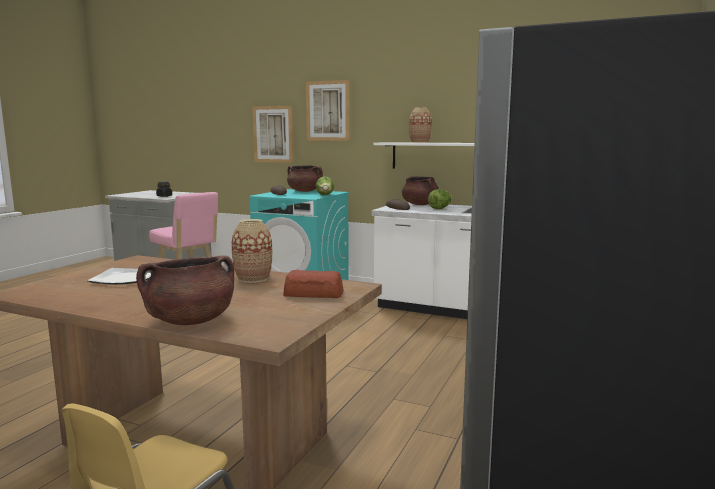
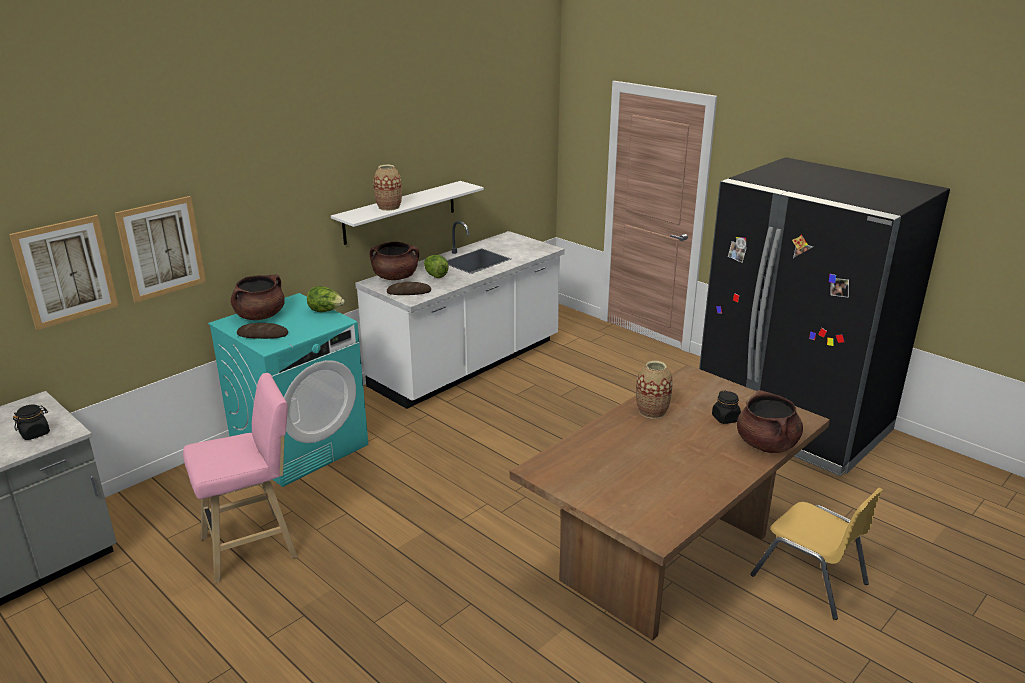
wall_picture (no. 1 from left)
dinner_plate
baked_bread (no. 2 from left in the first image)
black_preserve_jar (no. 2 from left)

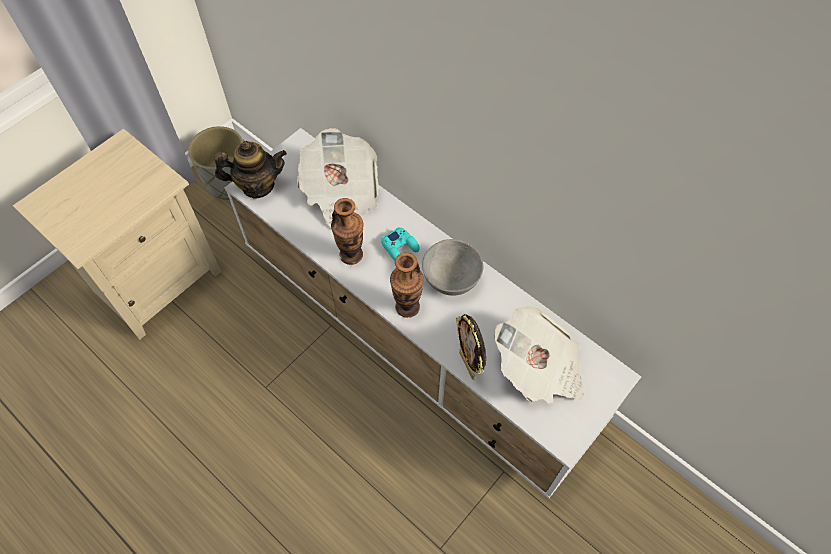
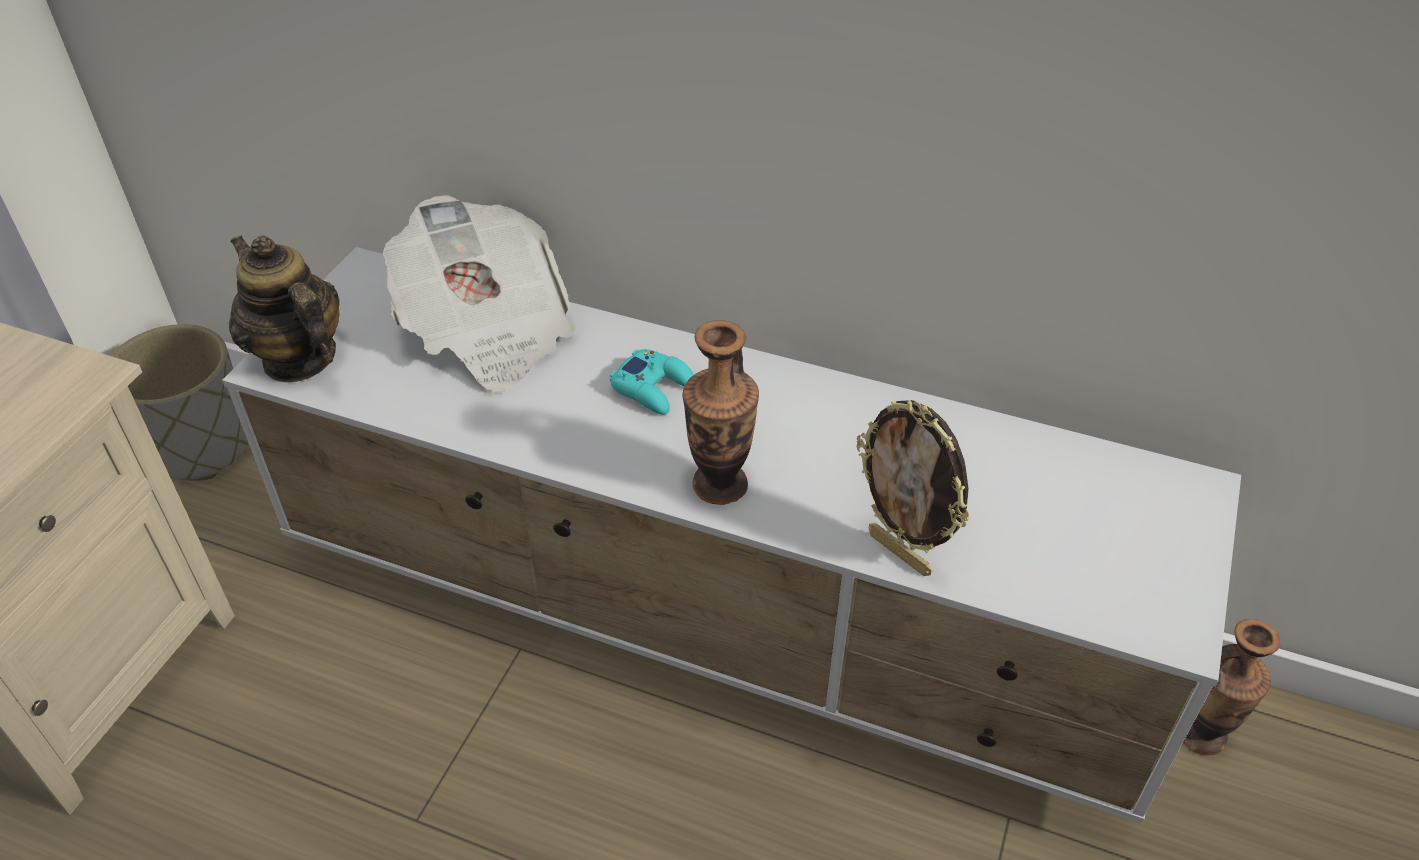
tea_pot
decorative_vase (no. 2 from left)
gray_serving_bowl
printed_paper (no. 2 from left in the first image)

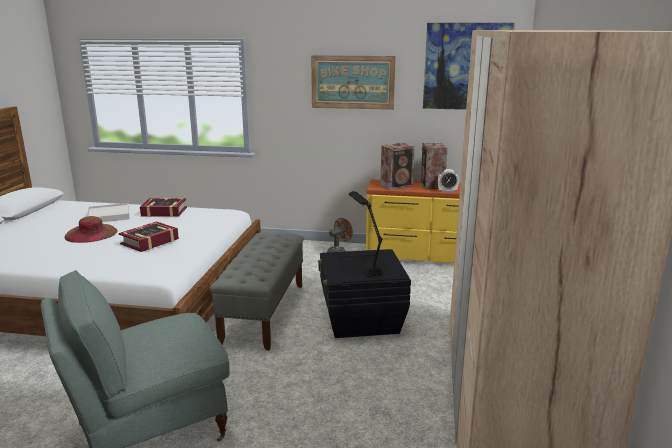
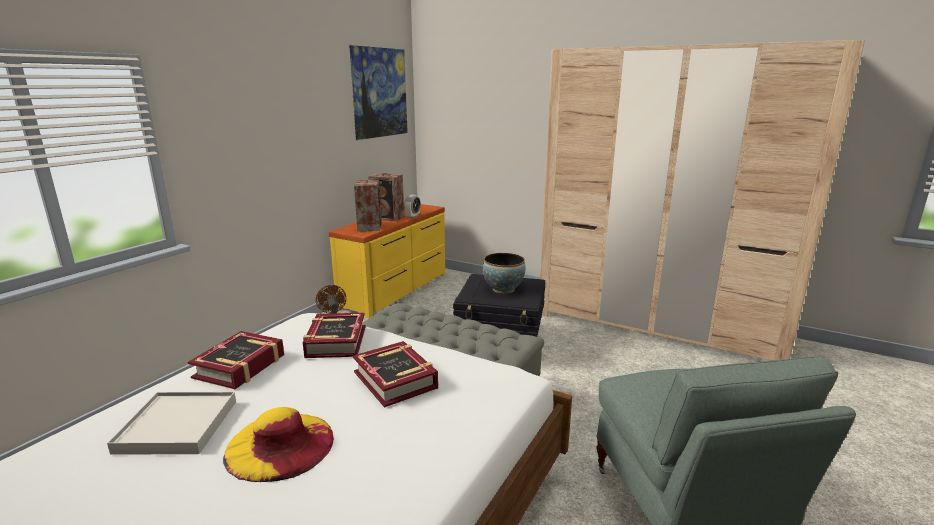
wall_picture (no. 1 from left in the first image)
serving_bowl
yellow-coloured_wearable_hat
volume (no. 2 from left)

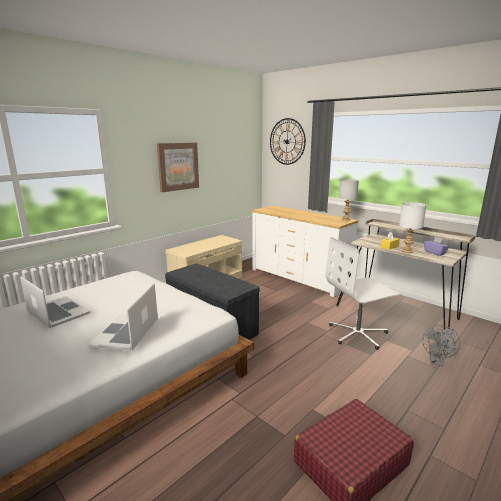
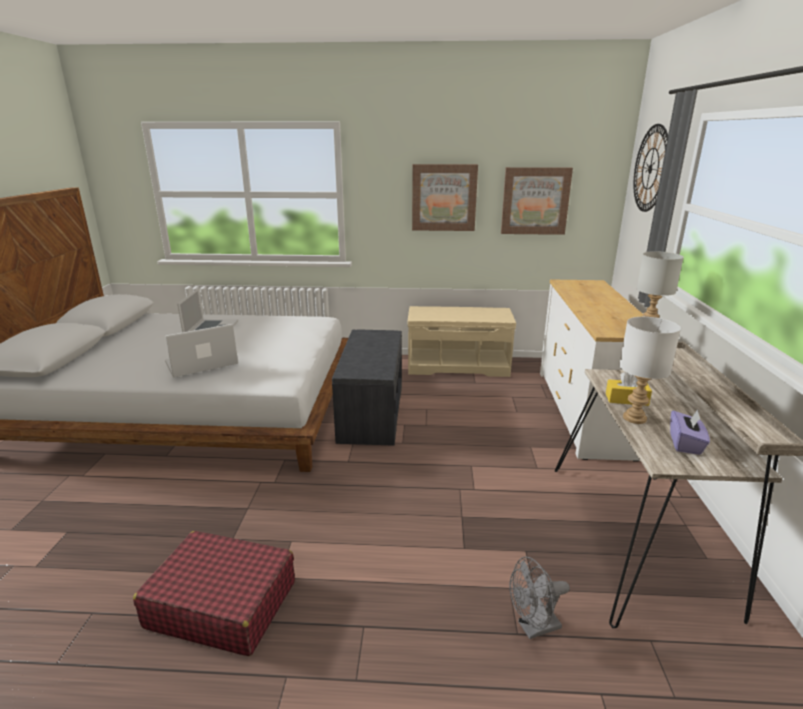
whitish_desk_chair
wall_picture (no. 2 from left)

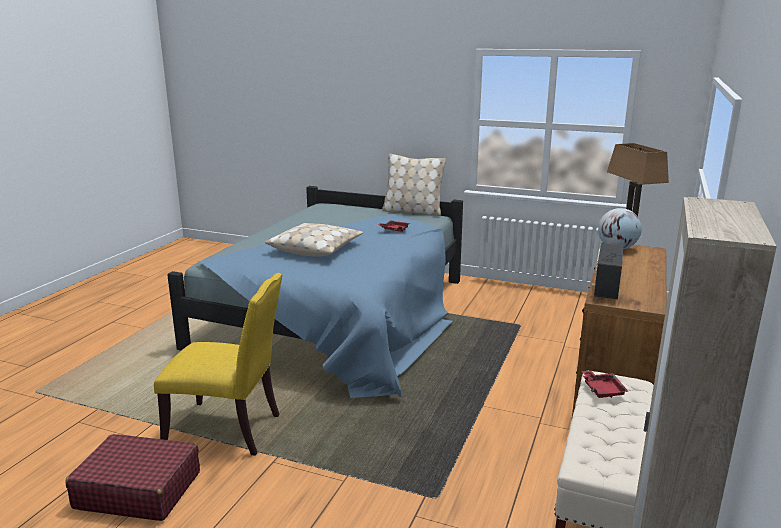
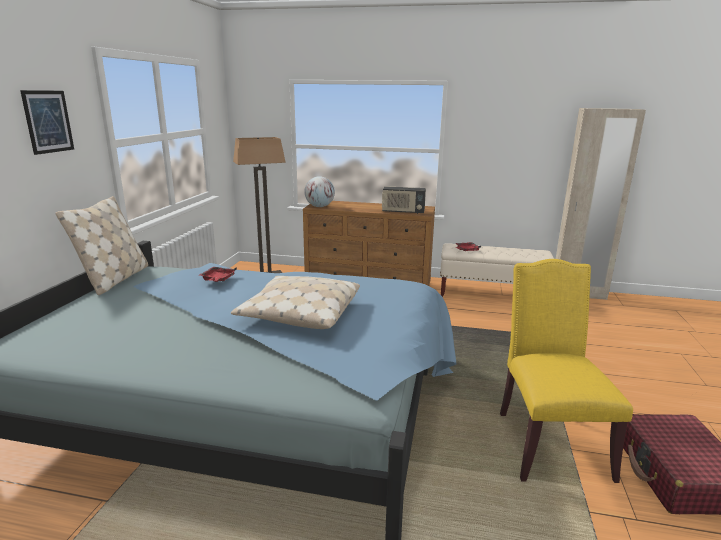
wall_picture

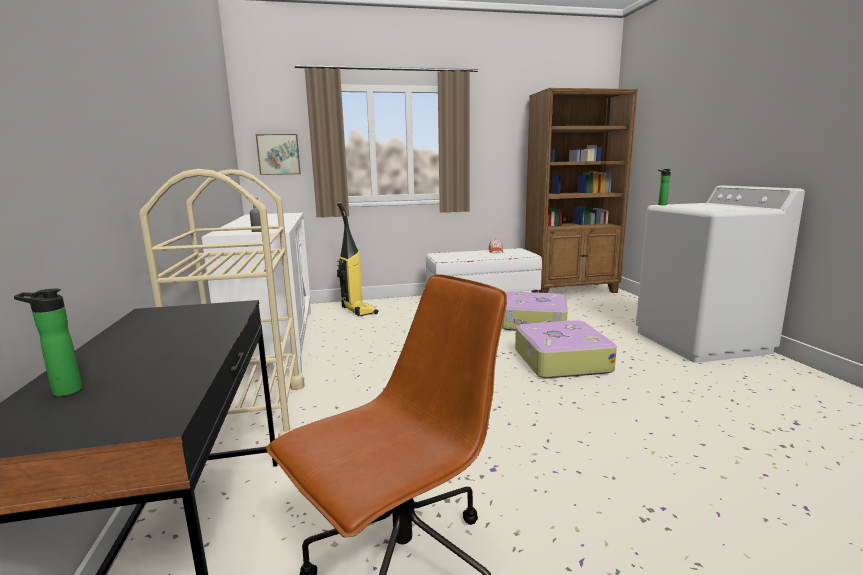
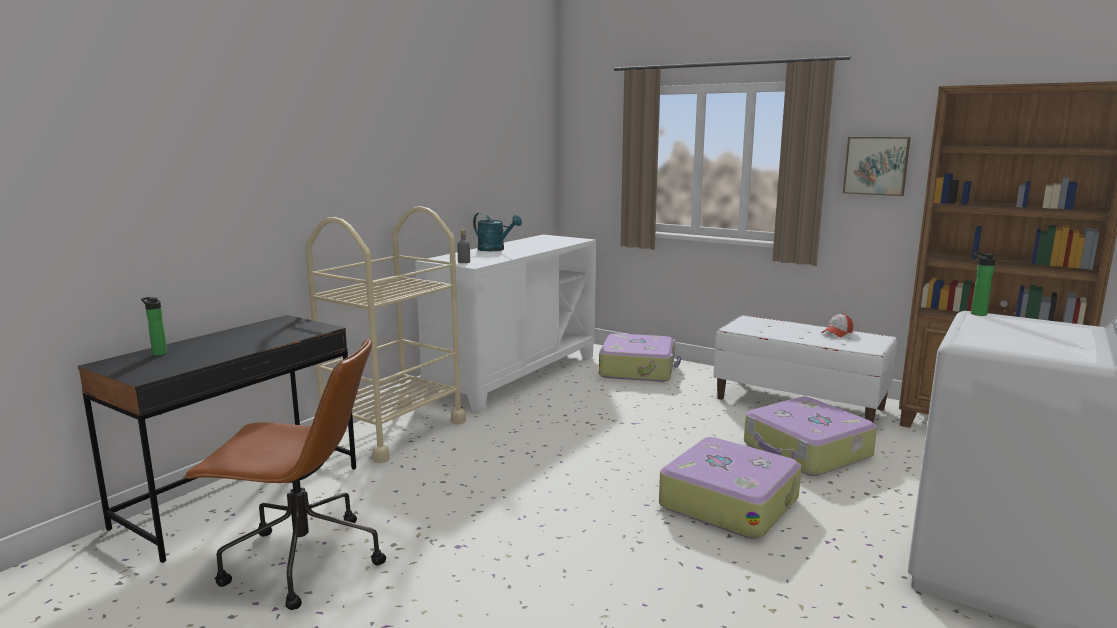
wall_picture
suitcase (no. 1 from left)
turquoise_sprinkling_can

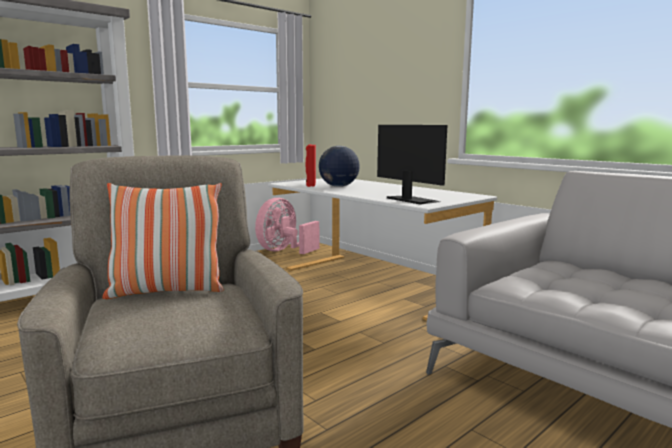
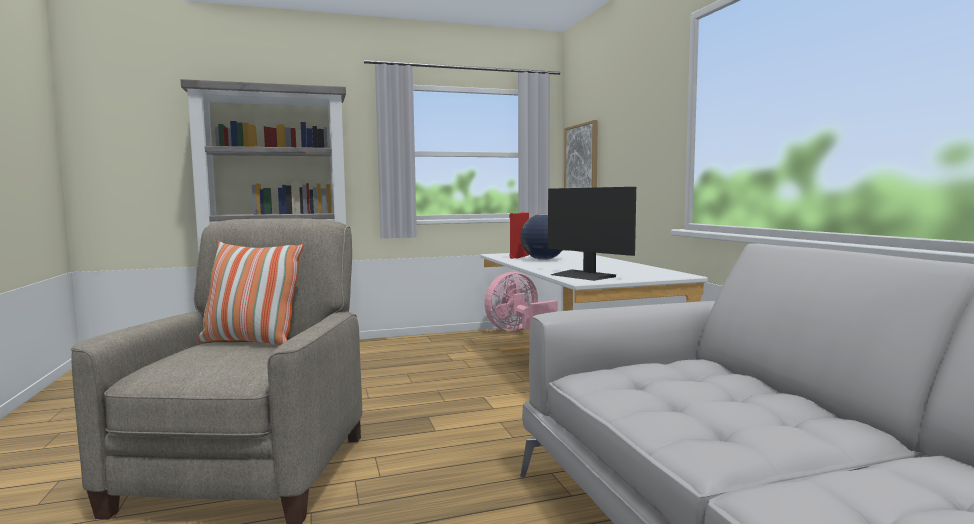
computer_screen
wall_picture

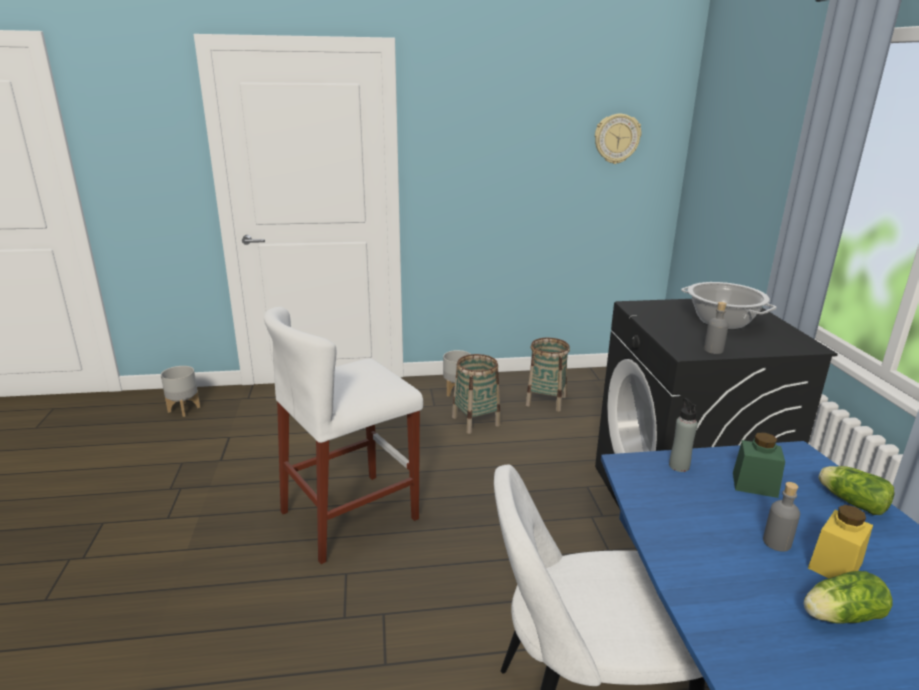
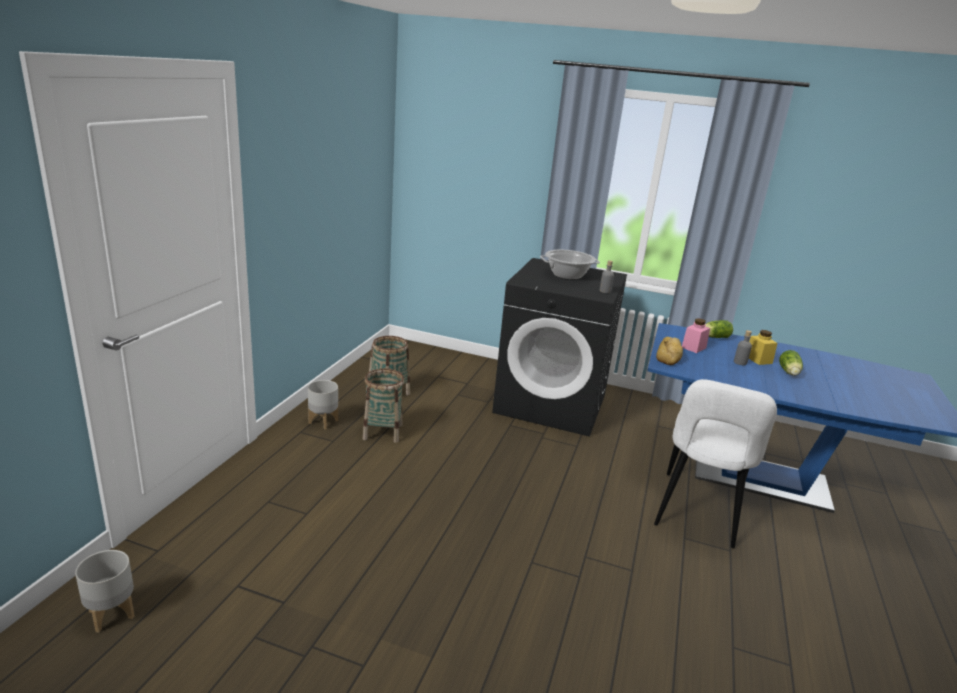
hanging_clock
whitish_sitting_stool
baked_bread
pinkish_preserve_jar

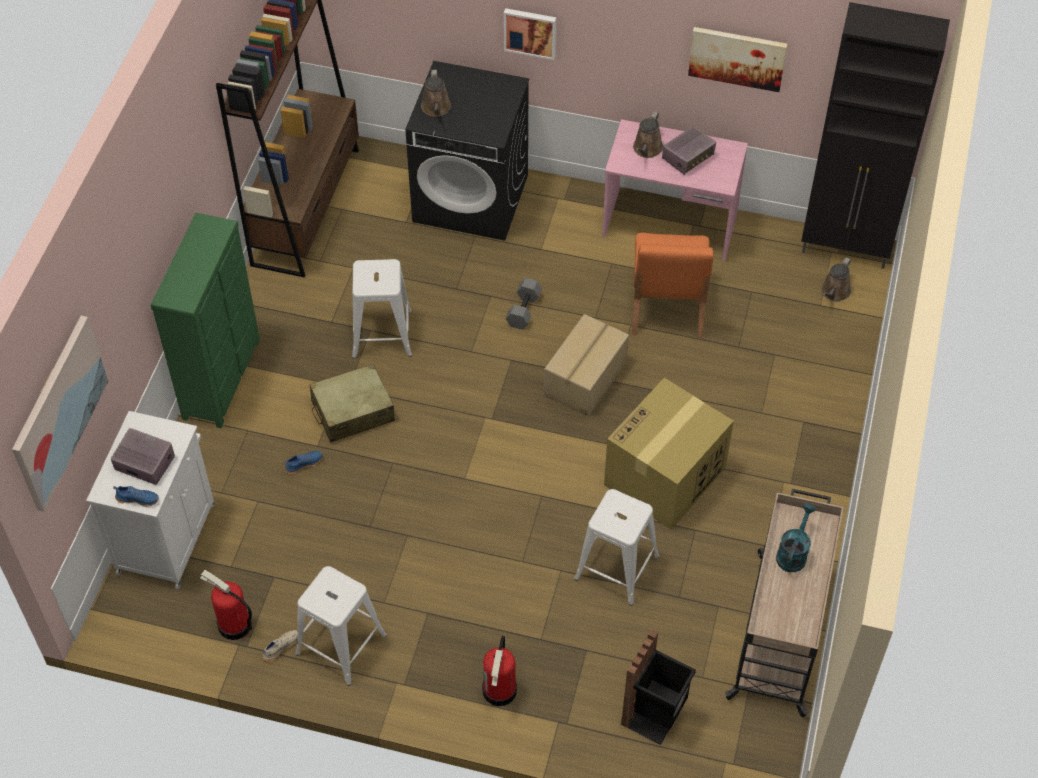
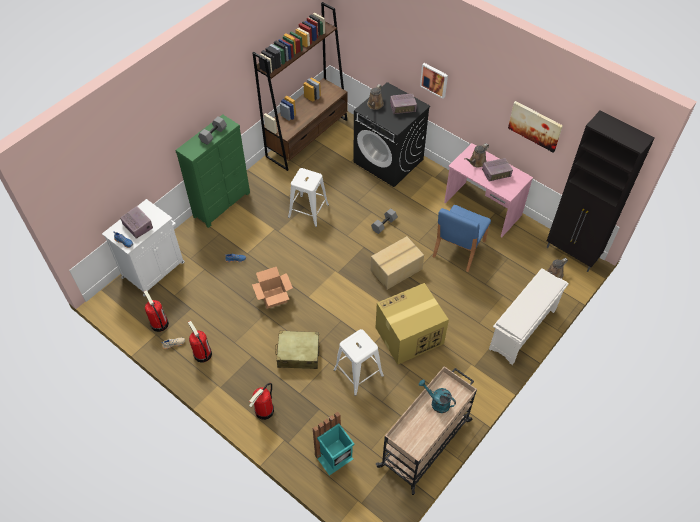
bluish_plain_chair
wall_picture (no. 1 from left in the first image)
sand-coloured_suitcase
turquoise_sprinkling_can
extinguisher (no. 2 from left)
turquoise_trash_can
radio_receiver (no. 2 from left)
gray_hand_weight (no. 1 from left)
cardboard_box (no. 1 from left)
whitish_shoe_shelf

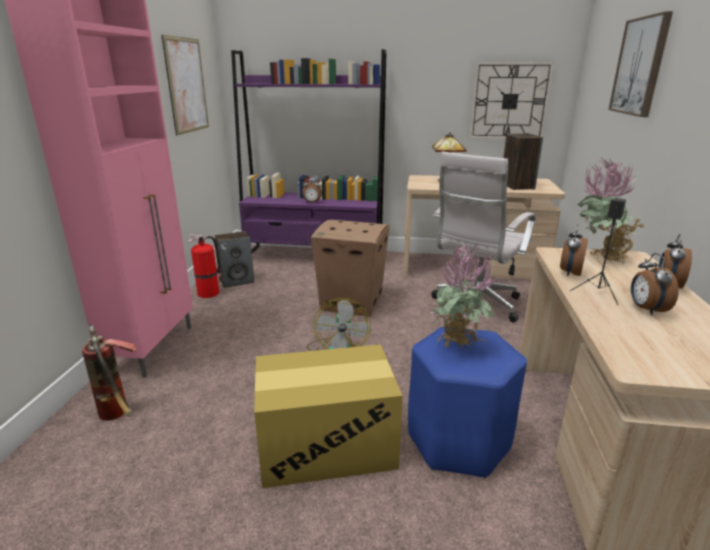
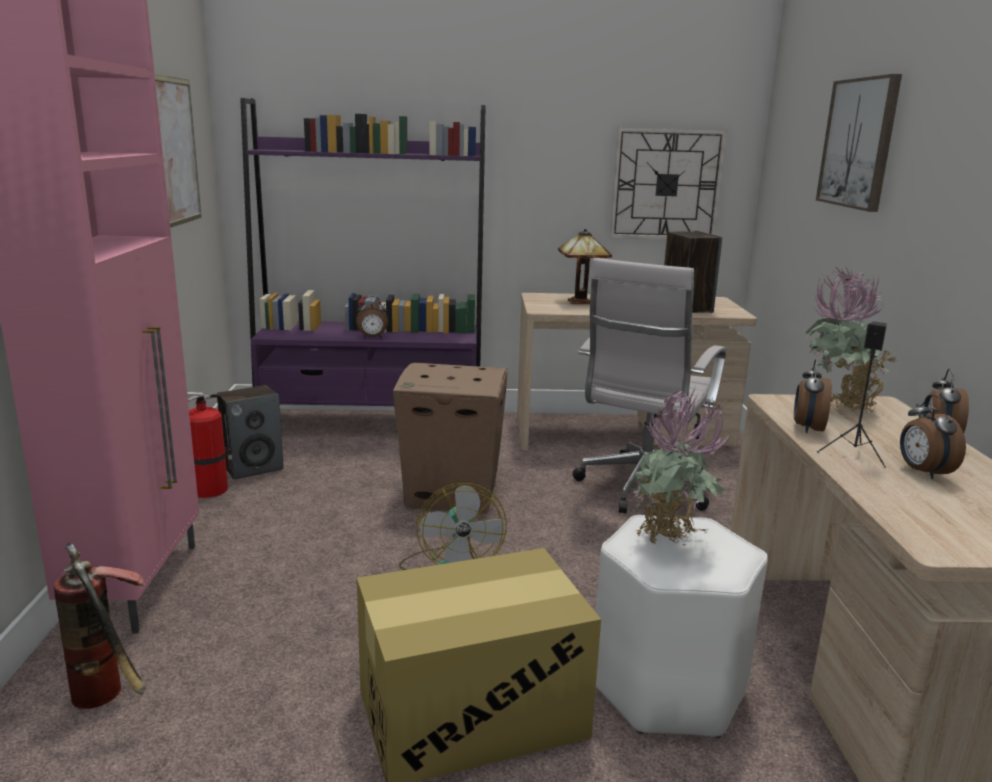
whitish_sitting_stool

